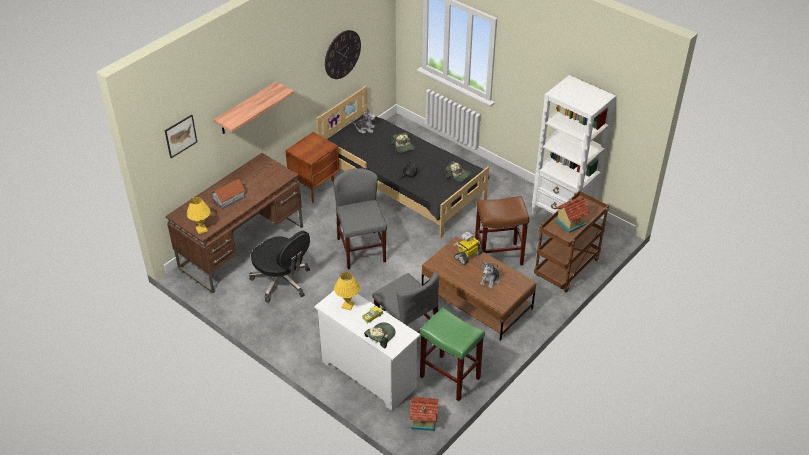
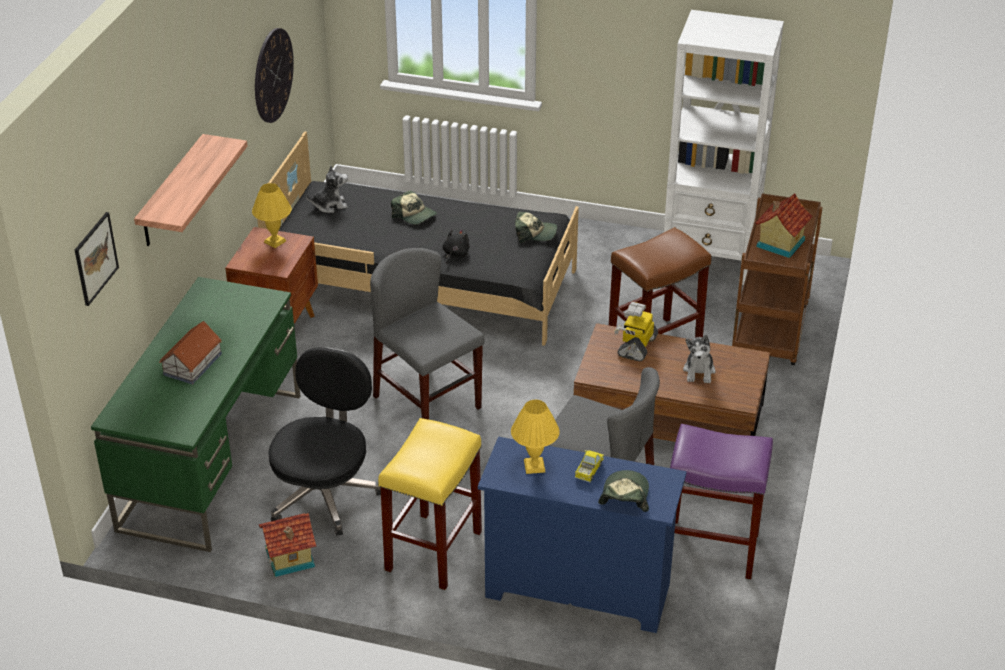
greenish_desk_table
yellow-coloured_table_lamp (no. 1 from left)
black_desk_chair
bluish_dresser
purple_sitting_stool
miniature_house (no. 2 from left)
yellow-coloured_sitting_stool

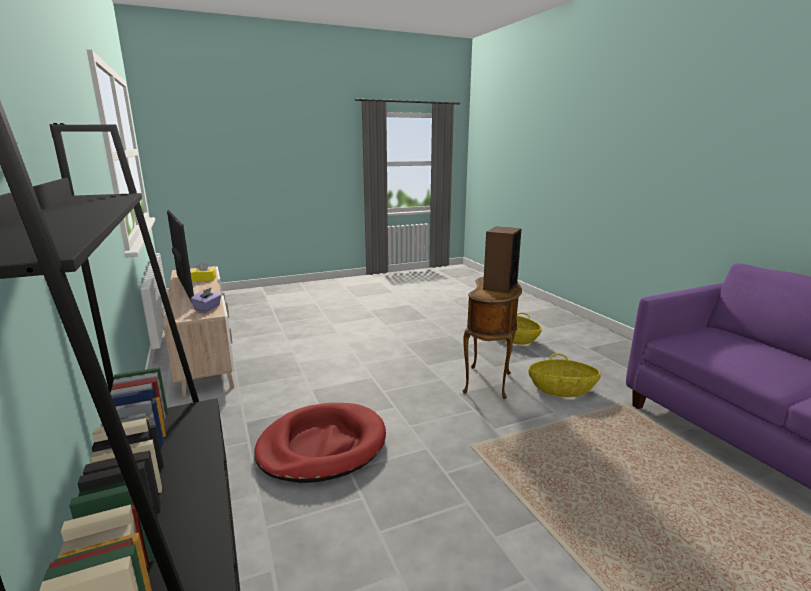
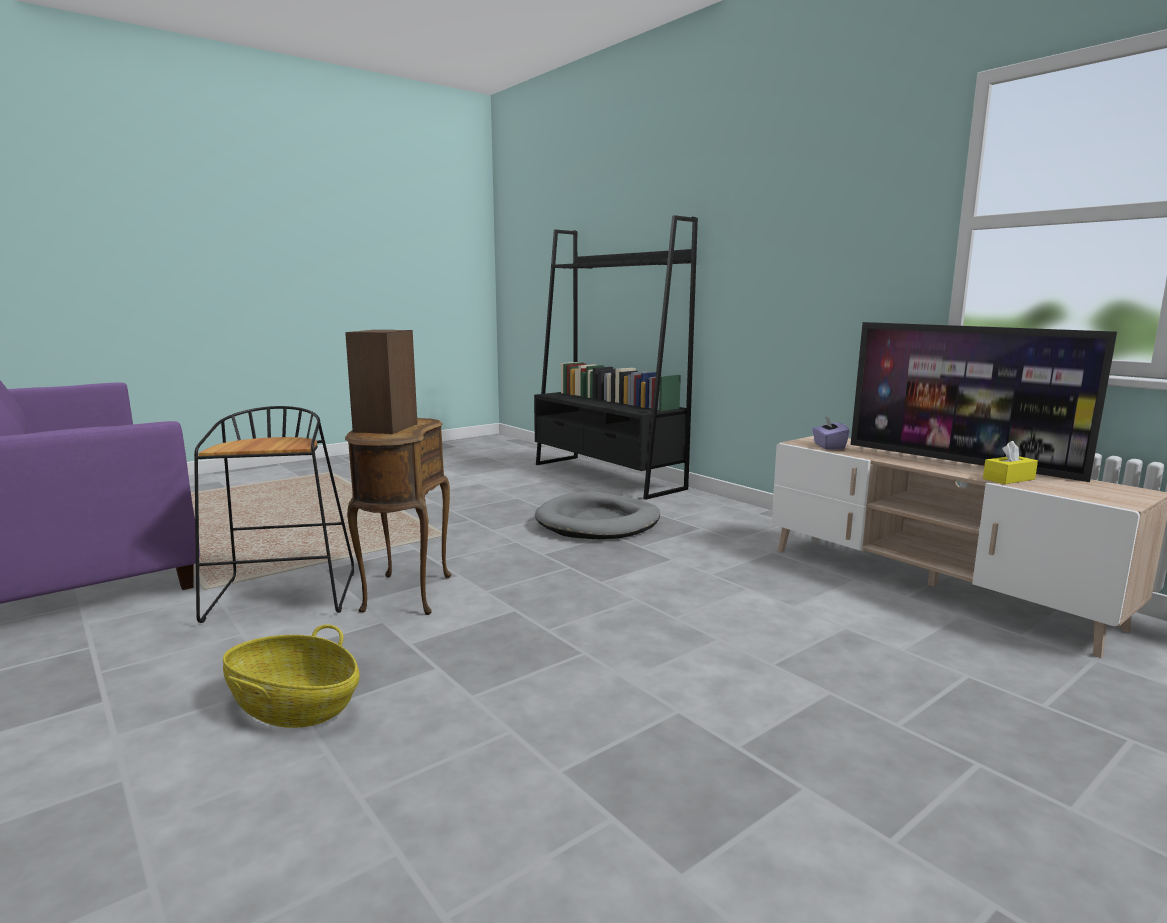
black_sitting_stool
gray_pet_bed

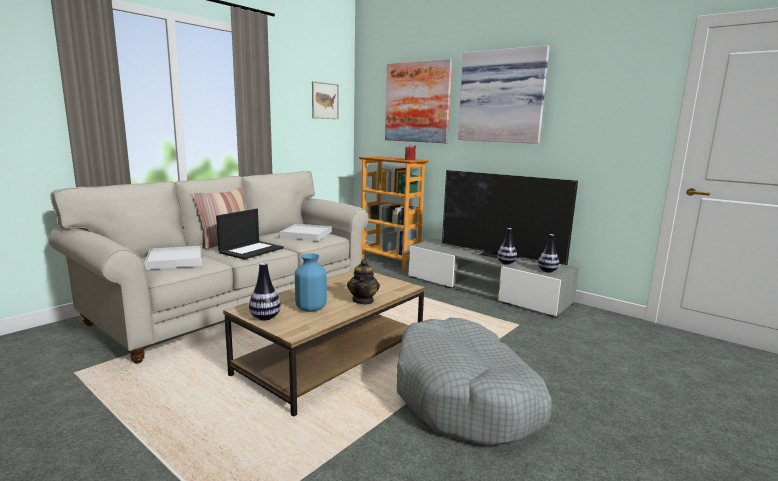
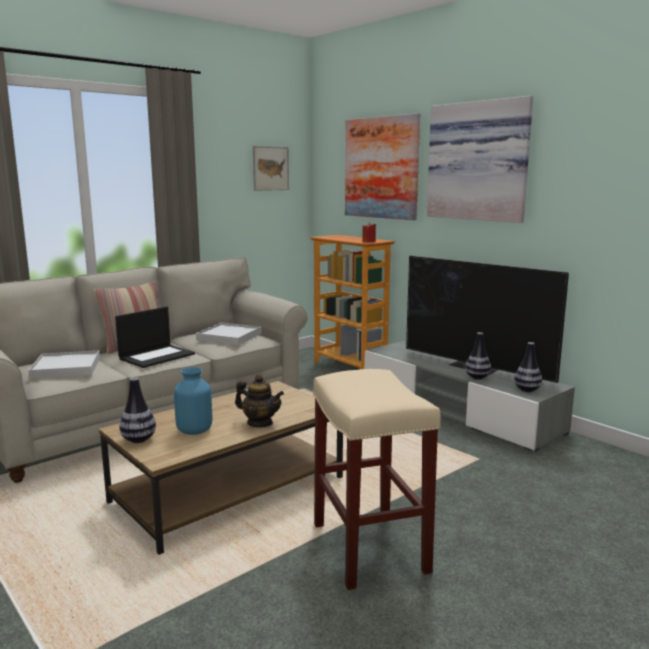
tea_pot
sand-coloured_sitting_stool

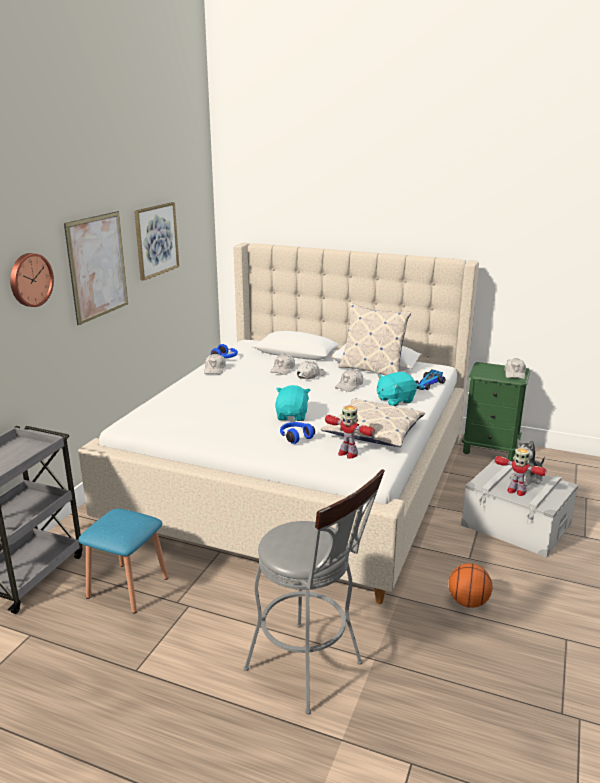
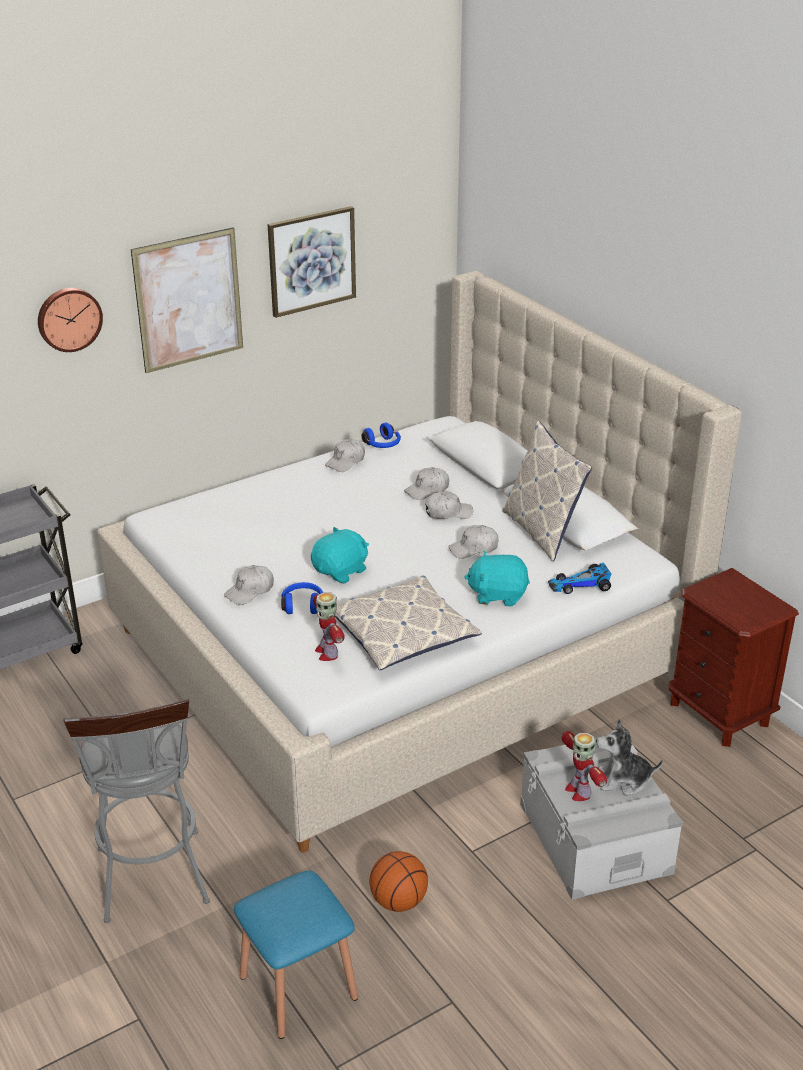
whitish_baseball_cap (no. 1 from left)
brownish_night_table
bluish_sitting_stool

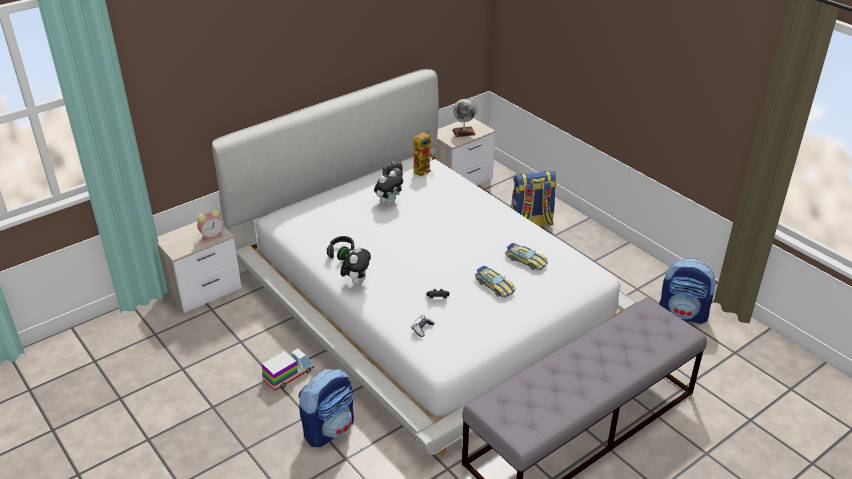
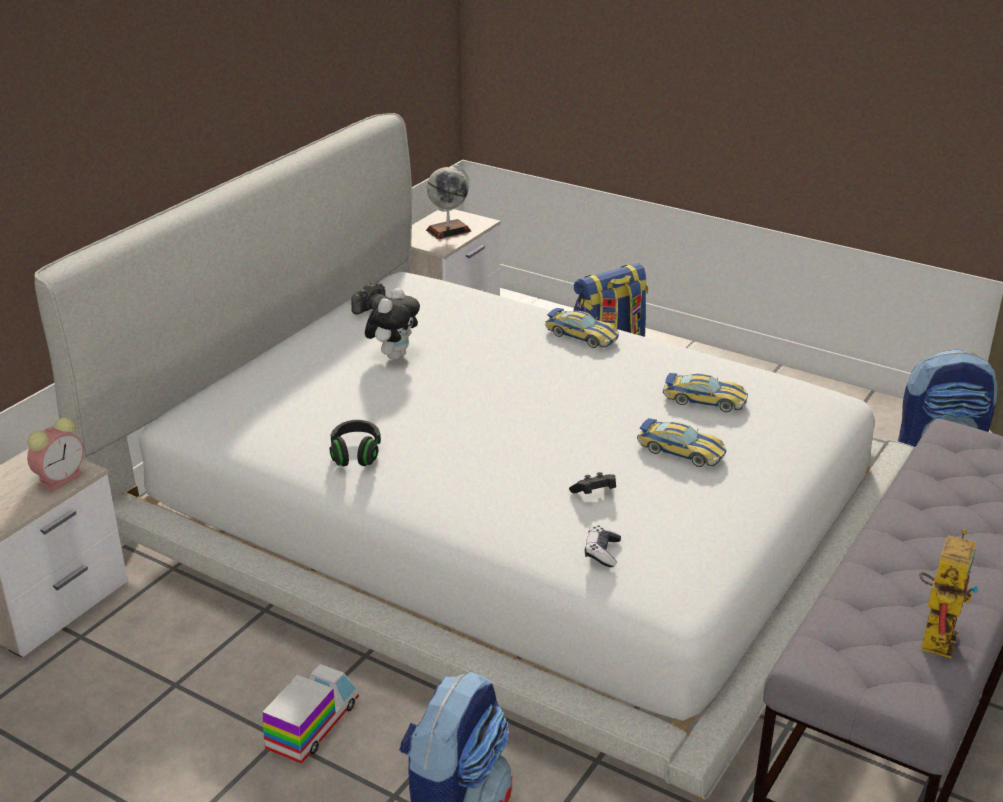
robot_figure
plush_toy (no. 1 from left in the first image)
miniature_car (no. 1 from left)

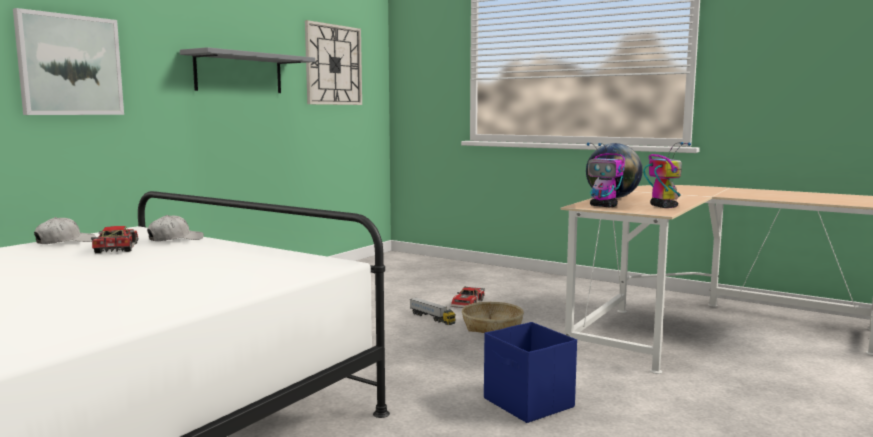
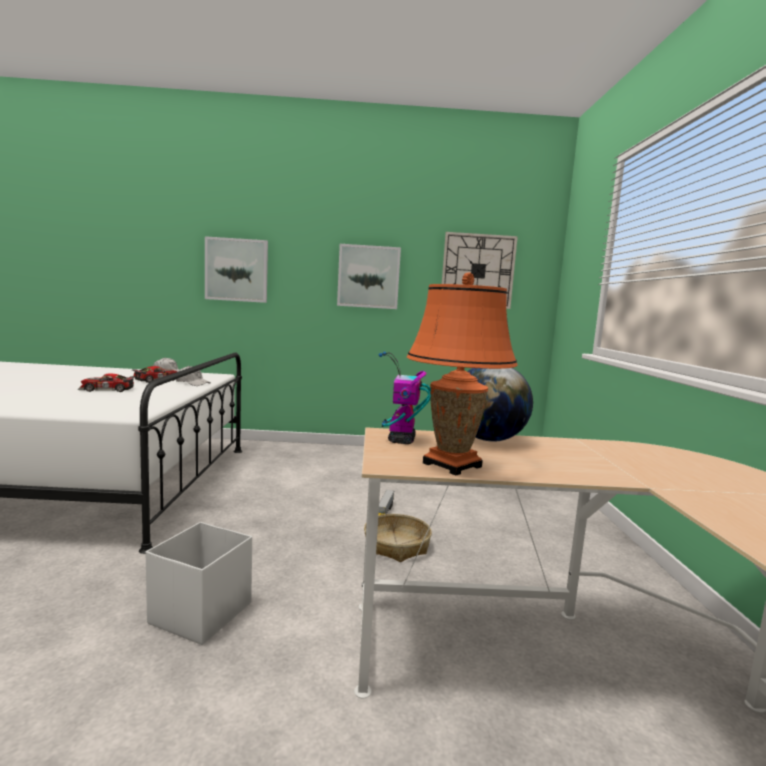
wall_picture (no. 2 from left)
orangey_table_lamp
miniature_car (no. 1 from left)
whitish_storage_container

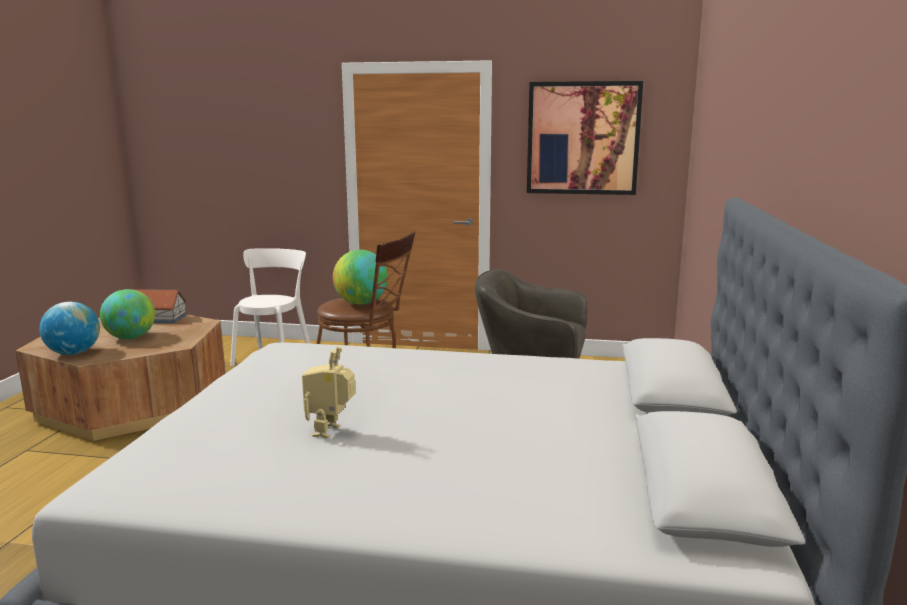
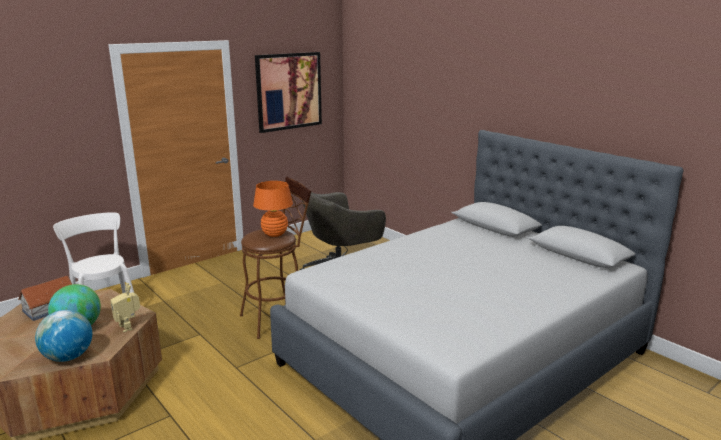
orangey_table_lamp
robot_figure

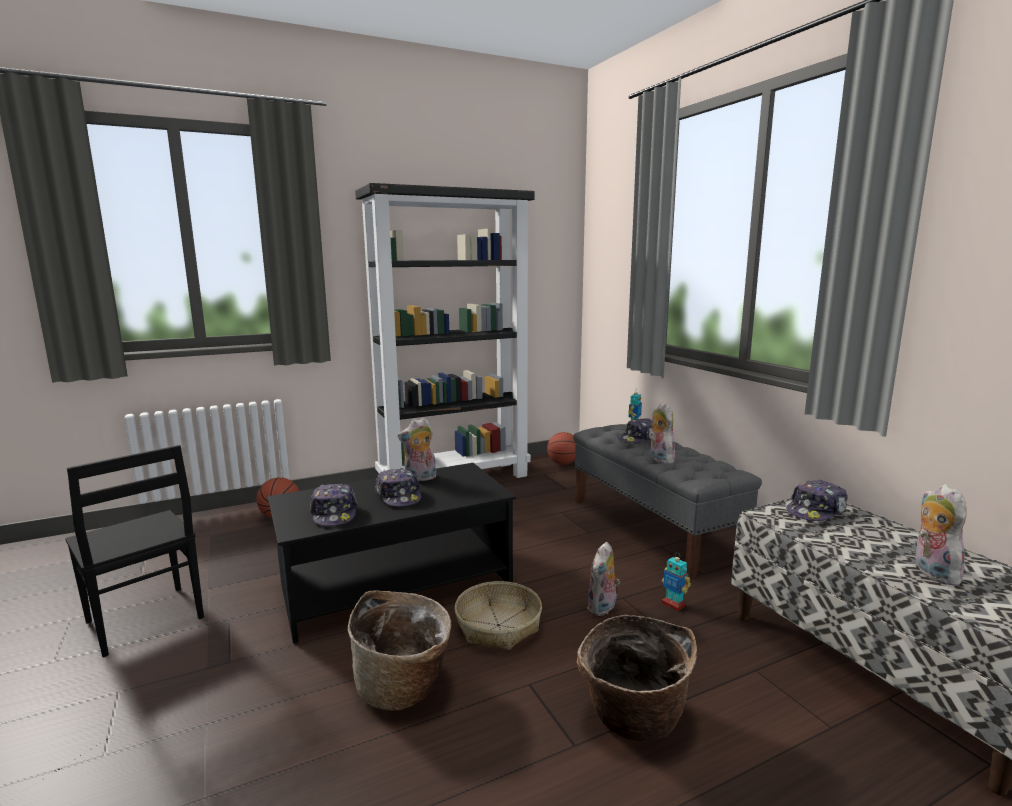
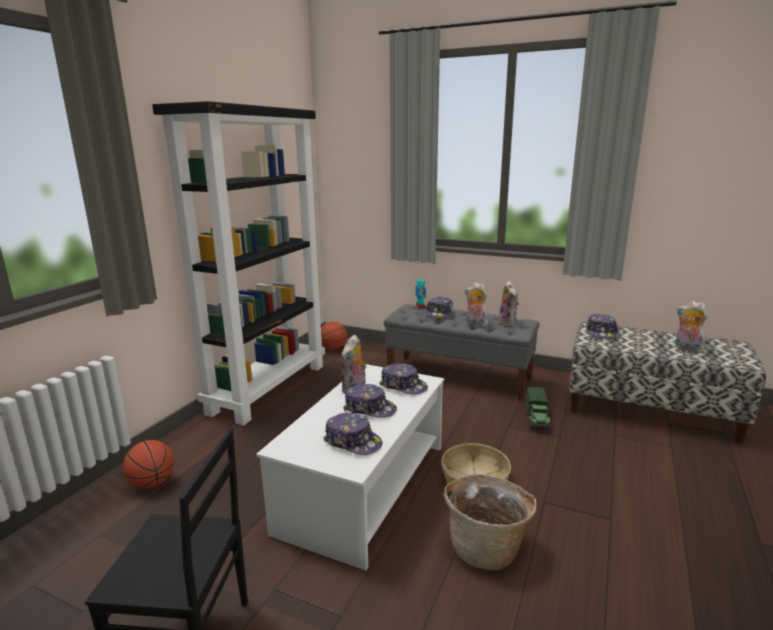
whitish_coffee_table
plush_toy (no. 3 from left)
toy_truck
household_basket (no. 3 from left in the first image)
baseball_cap (no. 3 from left)

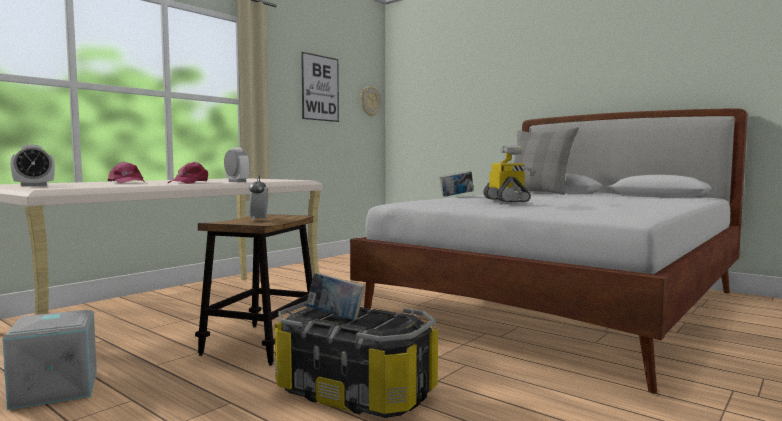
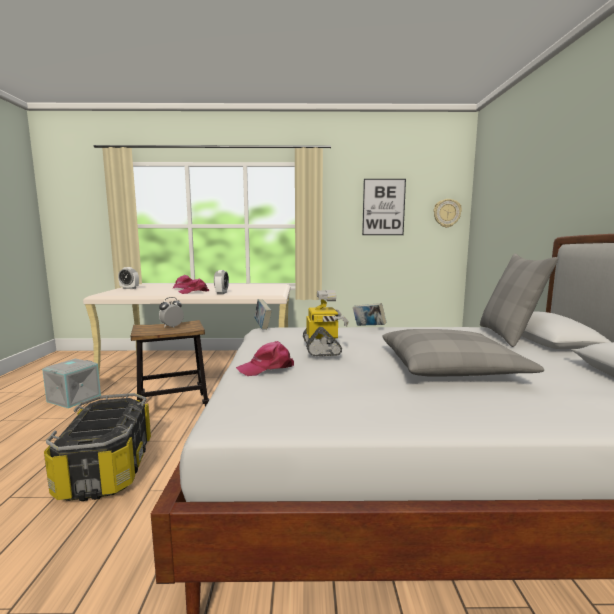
robot_figure
volume (no. 1 from left)
gray_pillow (no. 1 from left)
pinkish_baseball_cap (no. 3 from left)

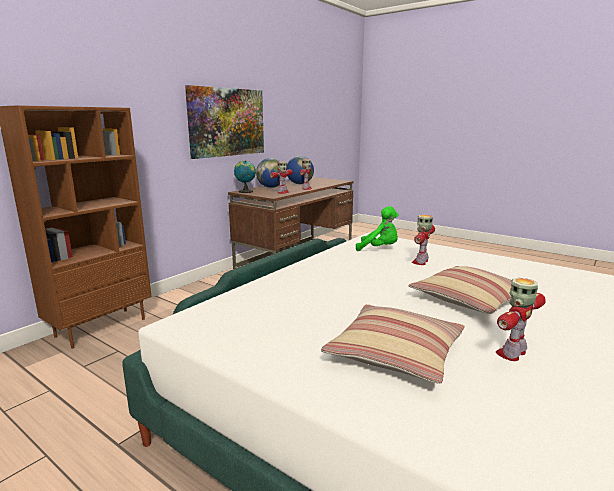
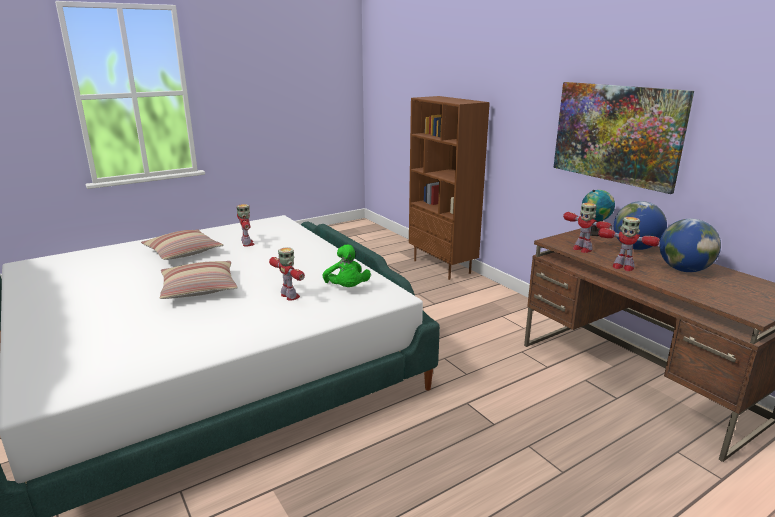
greenish_plush_toy
robot_figure (no. 1 from left)

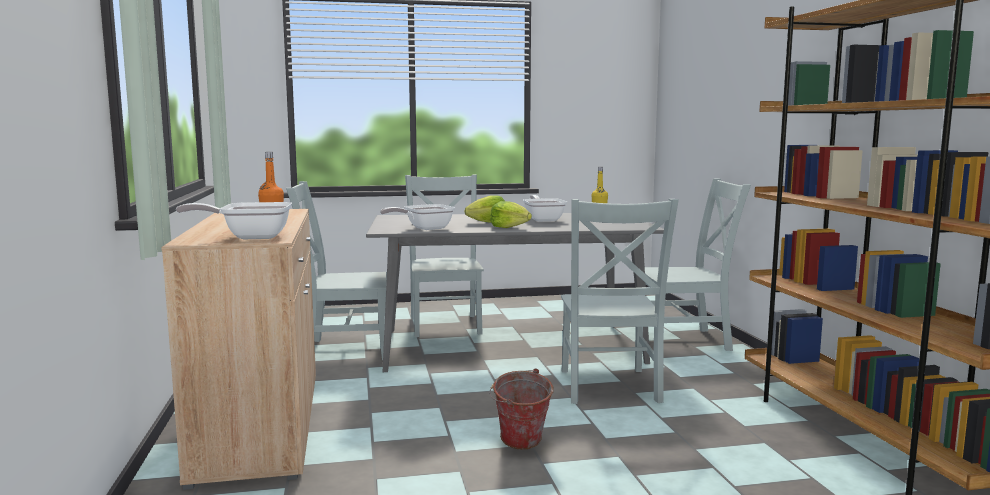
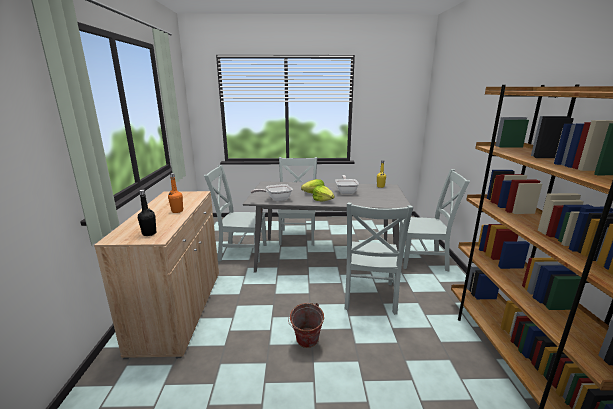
black_bottle

